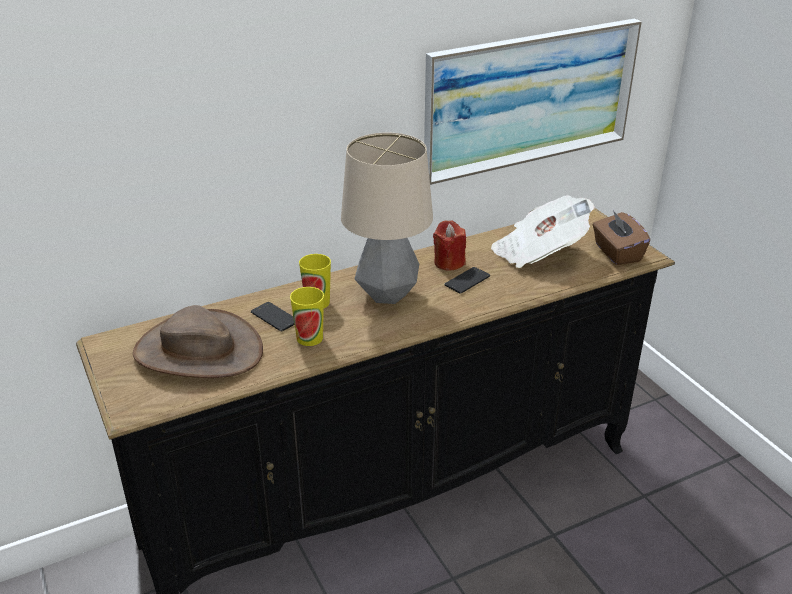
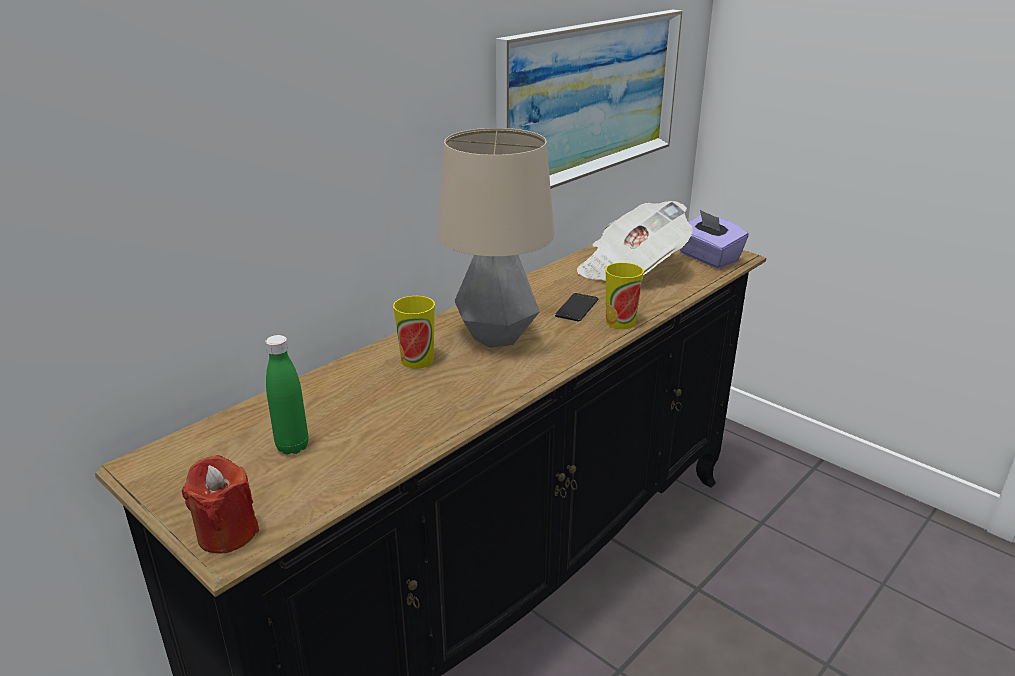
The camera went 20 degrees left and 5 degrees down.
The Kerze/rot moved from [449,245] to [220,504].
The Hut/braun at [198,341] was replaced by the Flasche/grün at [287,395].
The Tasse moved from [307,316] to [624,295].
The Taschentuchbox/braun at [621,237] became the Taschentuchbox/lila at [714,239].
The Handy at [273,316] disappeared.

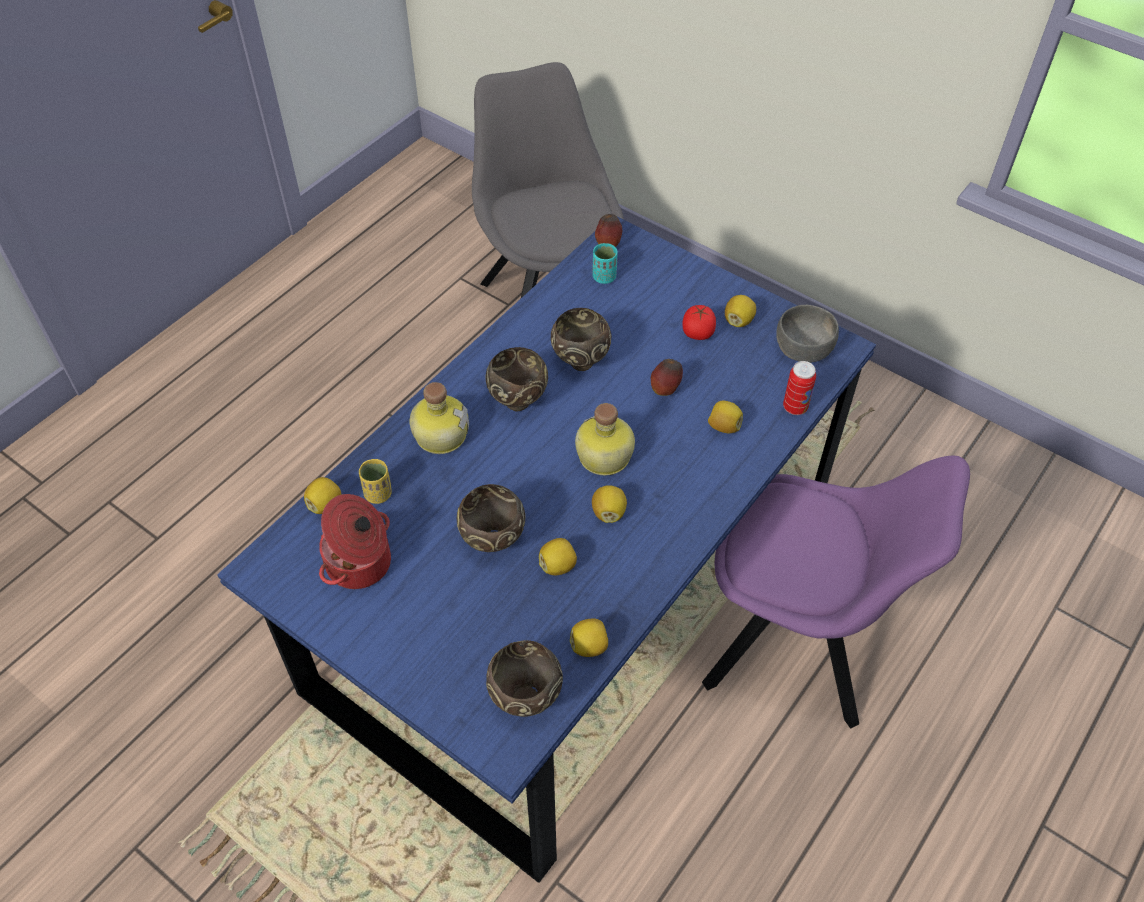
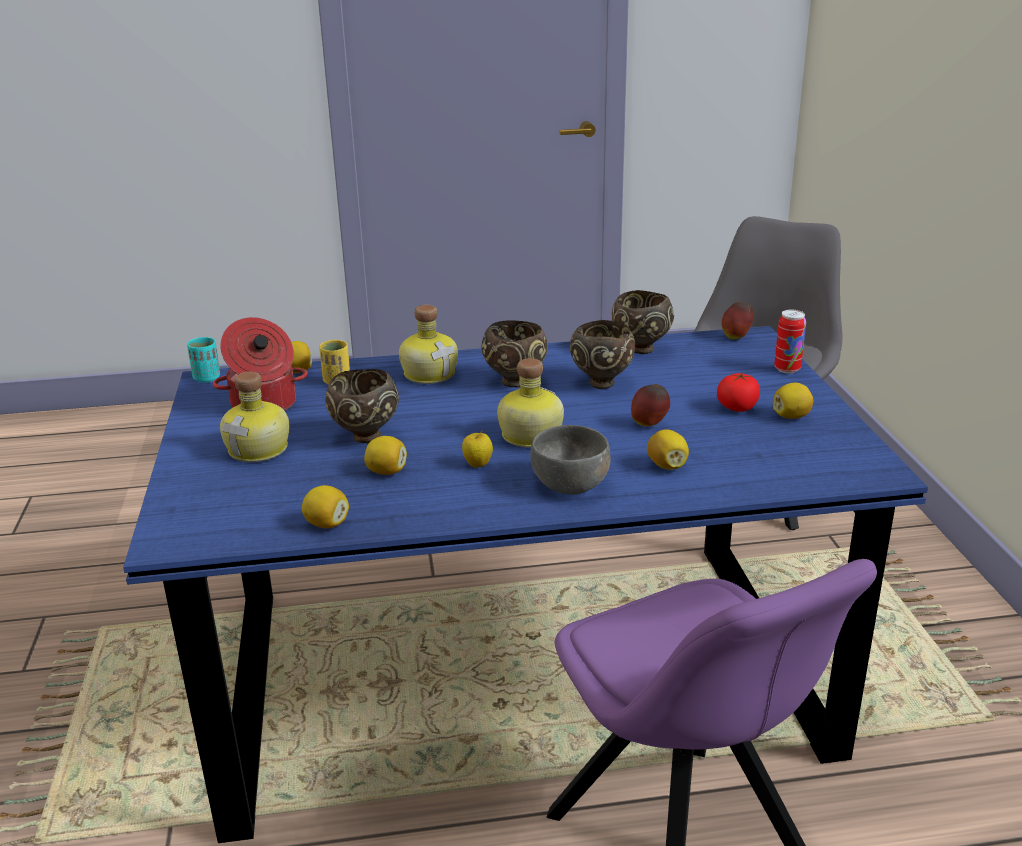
The camera went 45 degrees right and 25 degrees down.
The Tasse/türkis moved from [605,263] to [203,360].
The Flasche at [254,417] appeared.
The Zitrone at [609,504] was replaced by the Apfel at [477,449].
The Schüssel/grau moved from [807,334] to [571,460].
The Schüssel/braun moved from [524,678] to [643,322].
The Dose moved from [799,388] to [790,341].

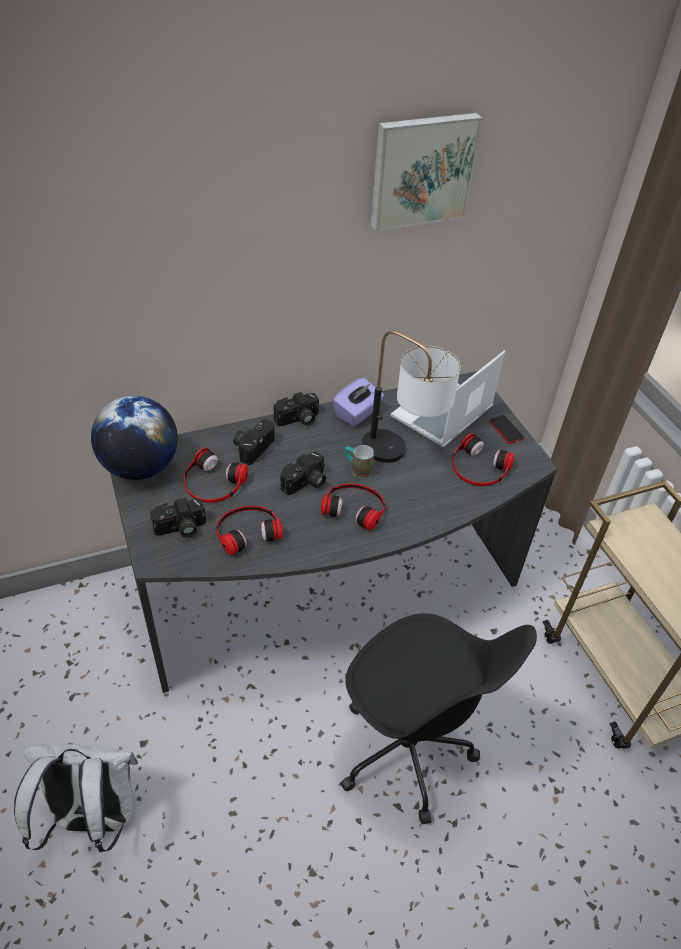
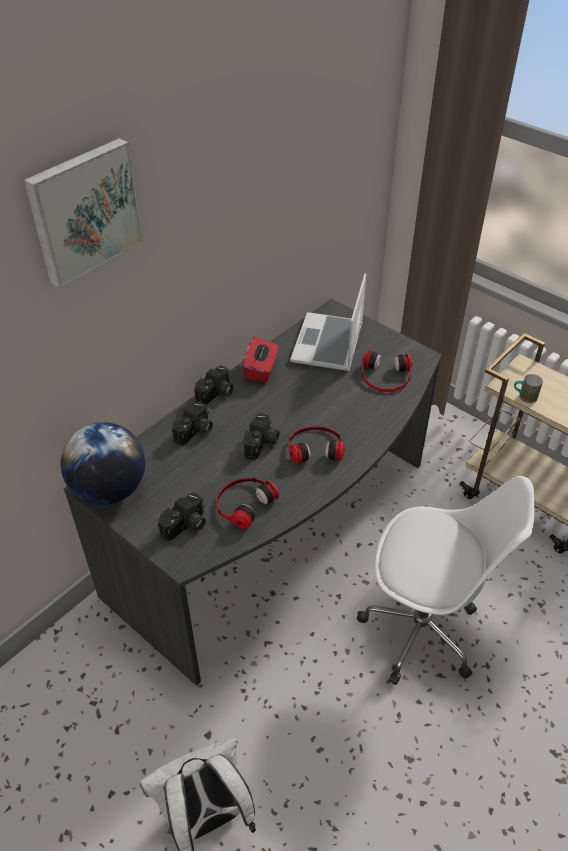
The camera went 25 degrees left and 0 degrees up.
The Bild moved from [426,172] to [83,213].
The Kamera at [254,442] turned 150 degrees counterclockwise.
The Taschentuchbox/lila at [358,402] became the Taschentuchbox/rot at [260,359].
The Bürostuhl/schwarz at [438,718] became the Bürostuhl/weiß at [446,580].
The Henkelbecher moved from [359,461] to [528,388].
The Kopfhörer at [216,475] disappeared.
The Tischlampe at [411,396] disappeared.
The Handy at [506,429] disappeared.

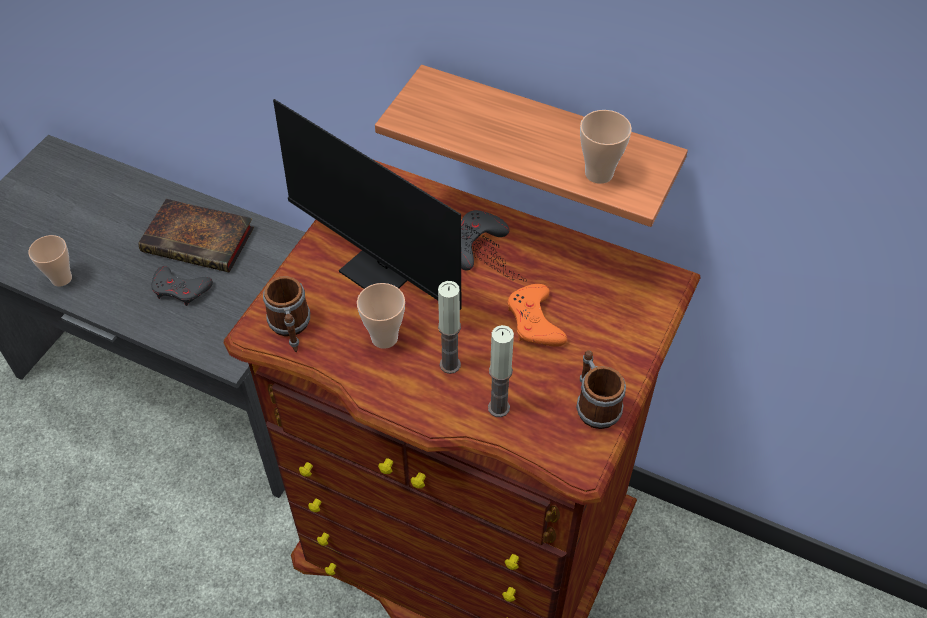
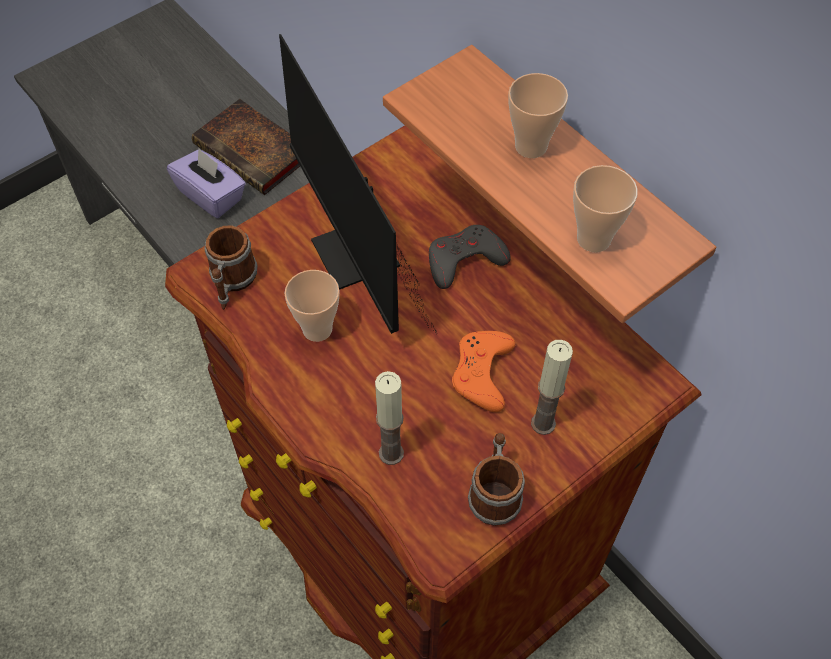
The camera went 25 degrees right and 5 degrees up.
The Gamepad/grau at [182,286] was replaced by the Taschentuchbox/lila at [206,183].
The Tasse moved from [50,261] to [538,115].
The Kerze moved from [449,327] to [552,387].

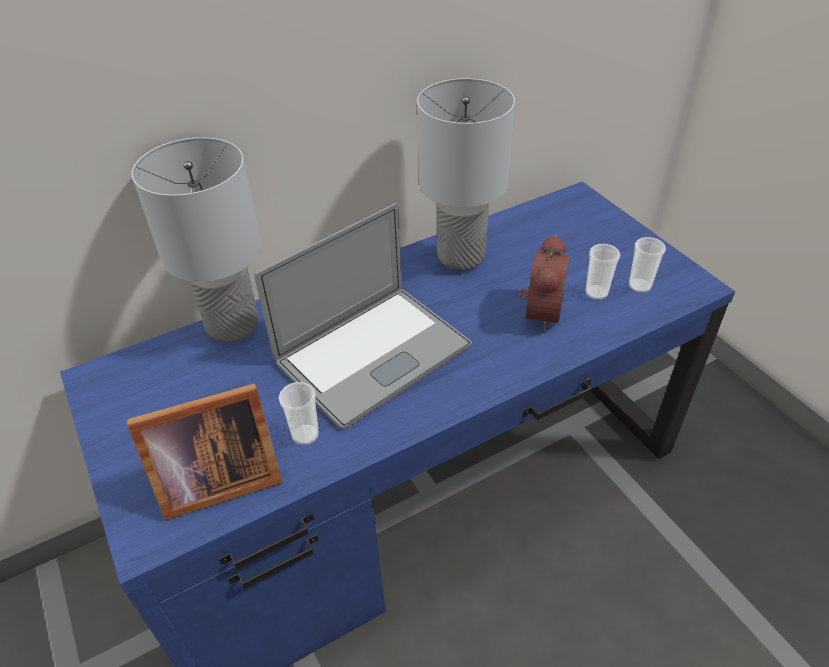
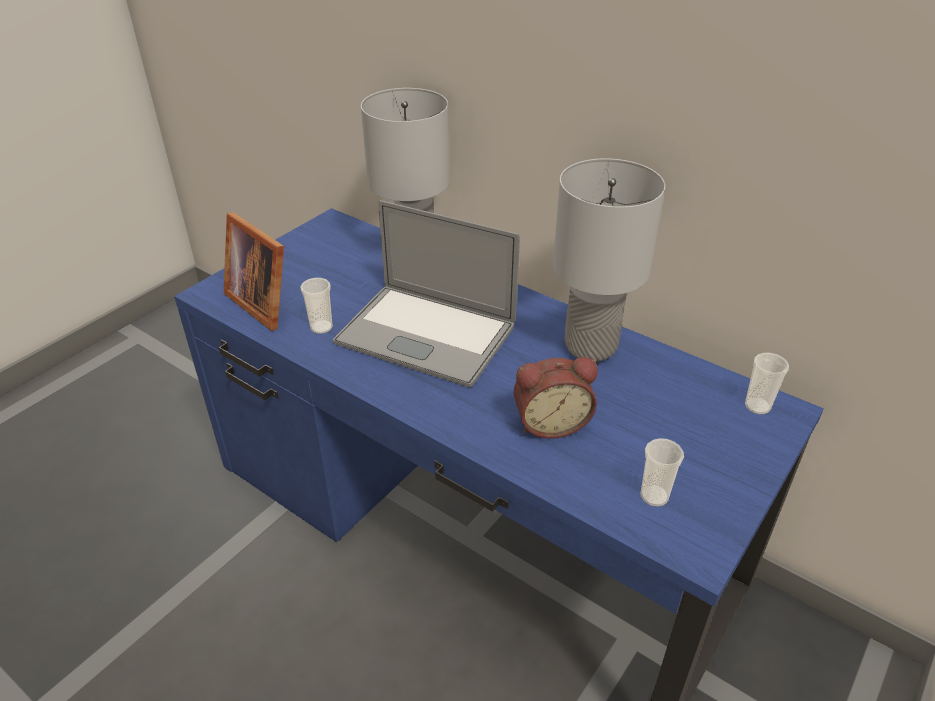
The camera went 65 degrees right and 5 degrees down.
The Tasse moved from [602,272] to [767,384].

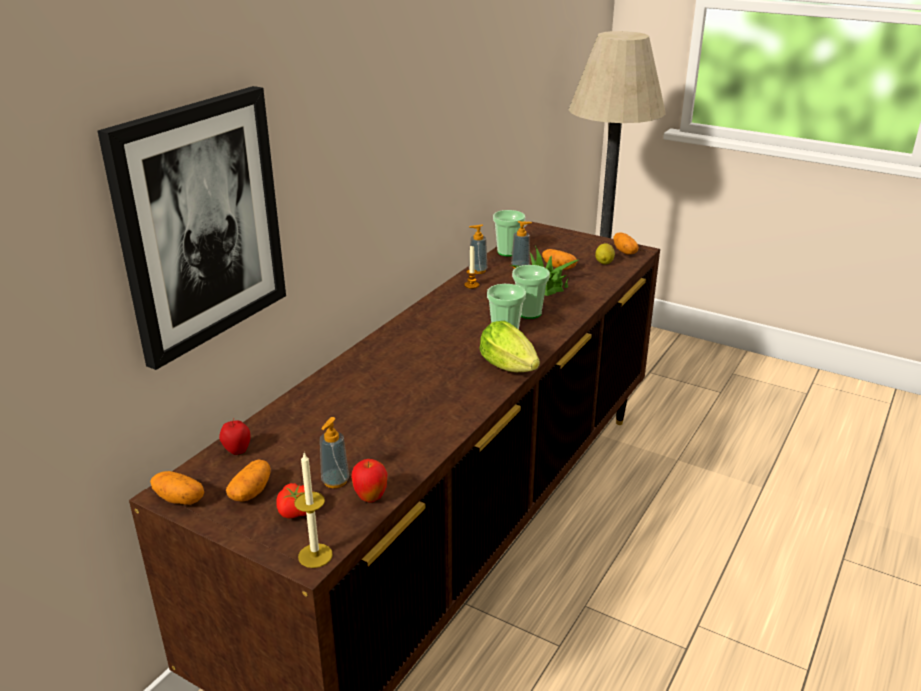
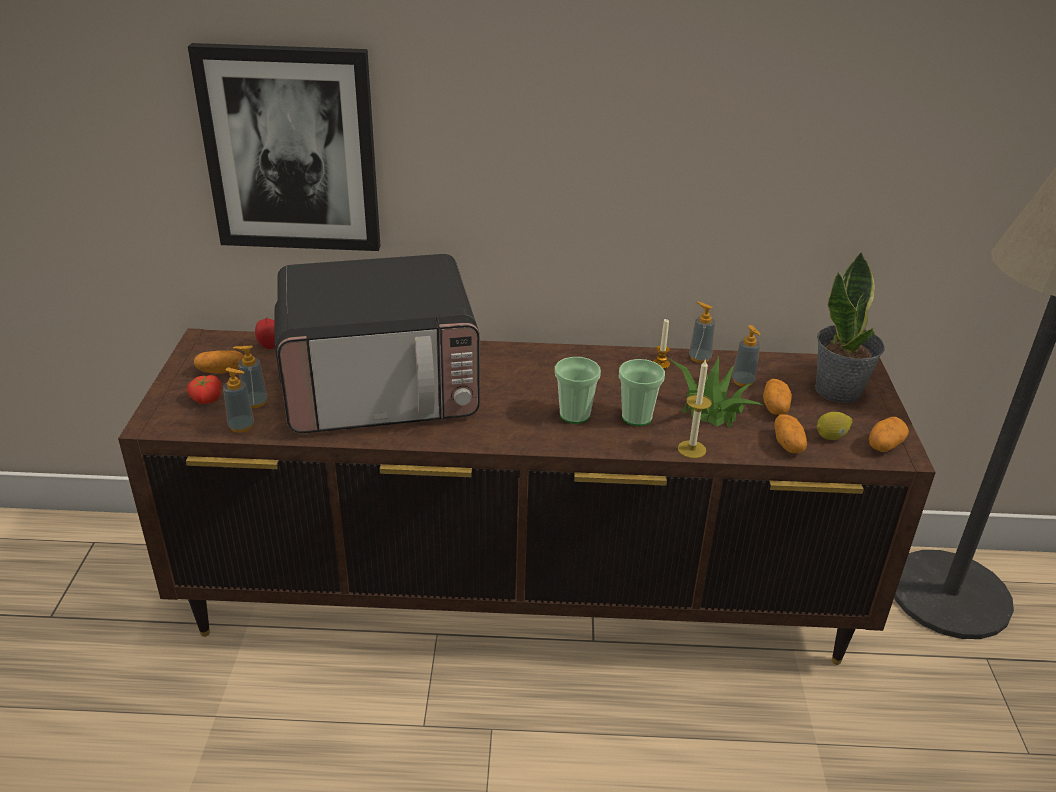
The camera went 60 degrees right and 5 degrees up.
The Apfel at [369,481] was replaced by the Seifenspender at [238,400].
The Mikrowelle at [377,343] appeared.
The Kerze moved from [313,510] to [695,408].
The Kartoffel moved from [177,488] to [790,433].
The Topfpflanze at [850,327] appeared.
The Salatkopf at [510,346] disappeared.
The Tasse at [509,233] disappeared.

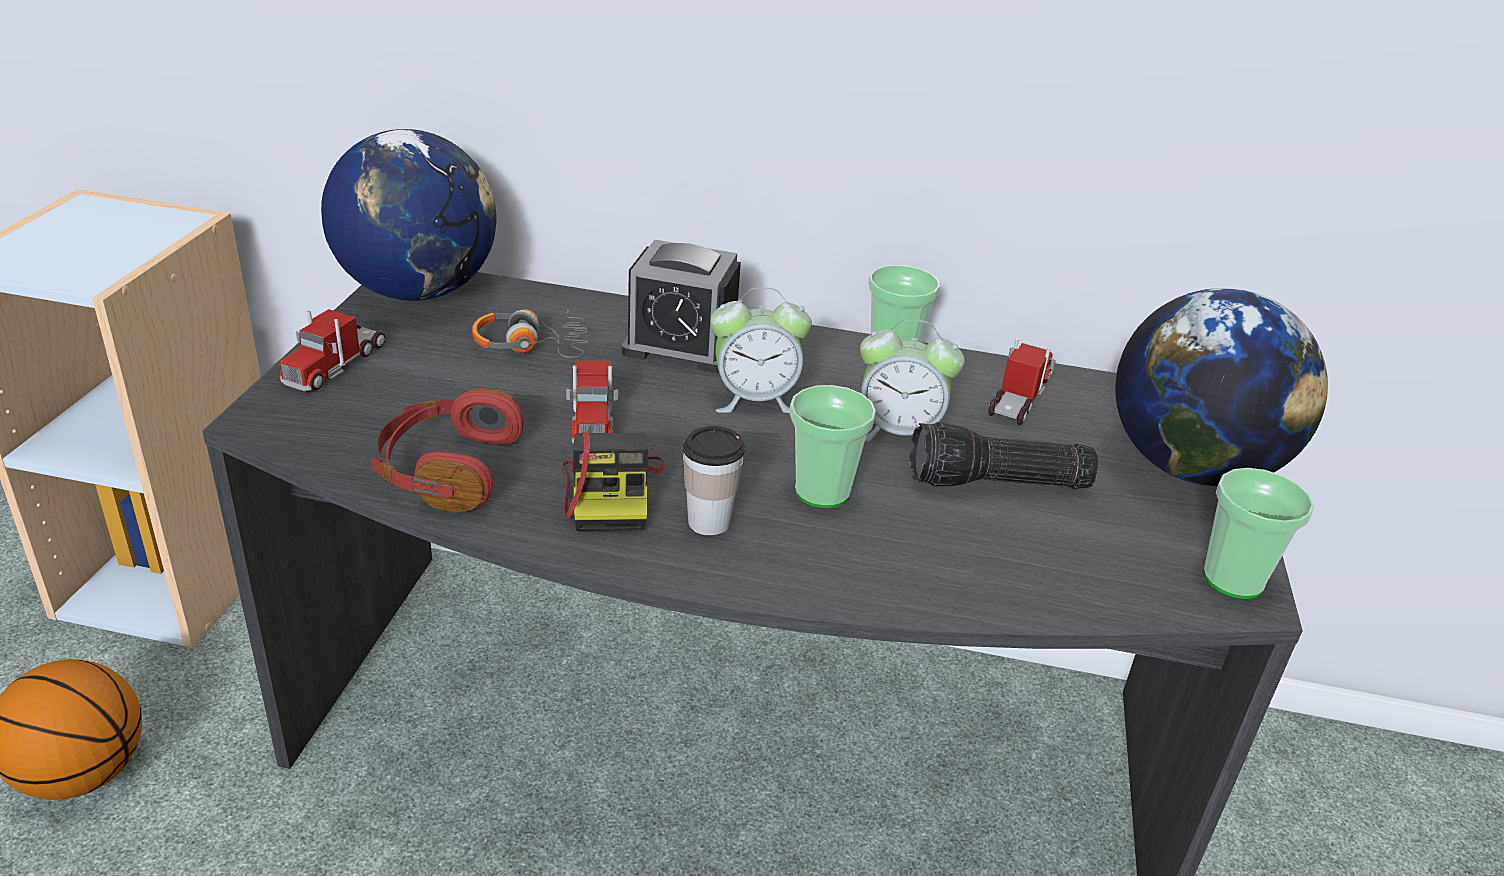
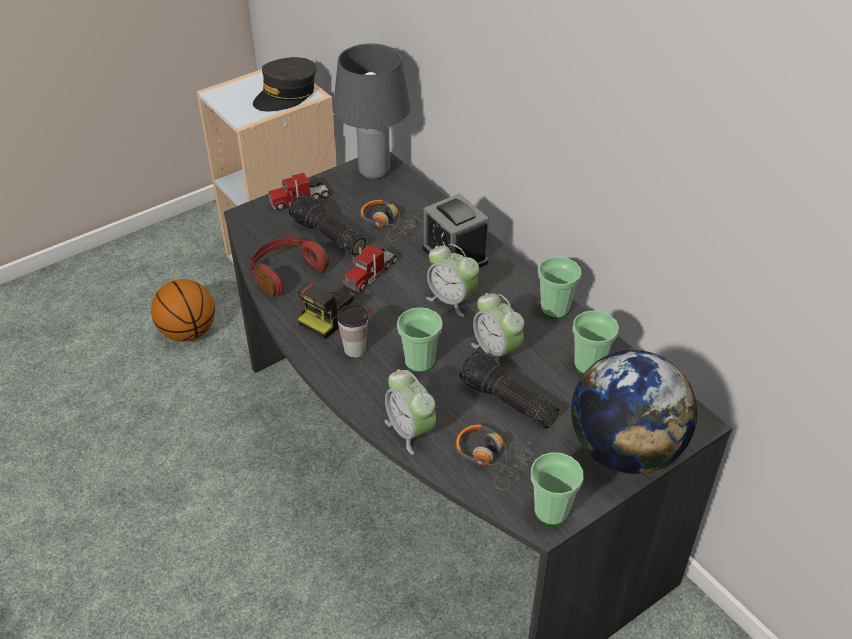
The camera went 45 degrees right and 10 degrees up.
The Kappe/grau at [284,84] appeared.
The Taschenlampe at [327,224] appeared.
The Globus at [408,215] was replaced by the Tischlampe/grau at [371,111].
The Wecker at [410,412] appeared.
The Kopfhörer at [494,457] appeared.
The Spielzeuglaster at [1022,381] was replaced by the Tasse at [595,342].

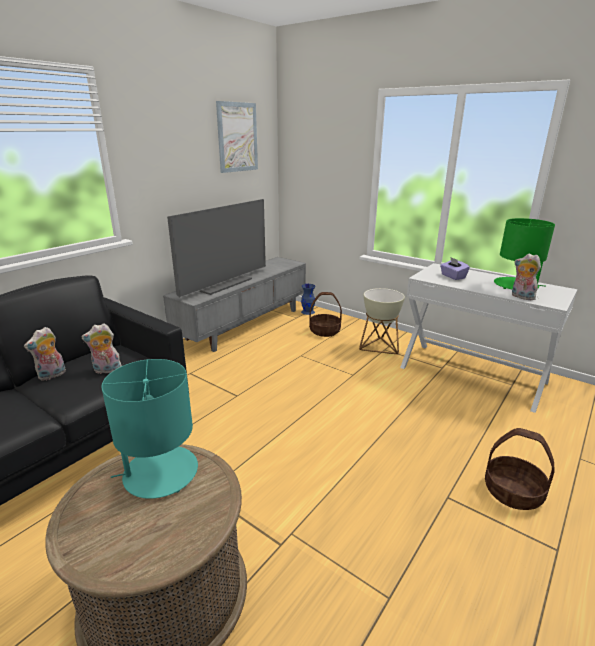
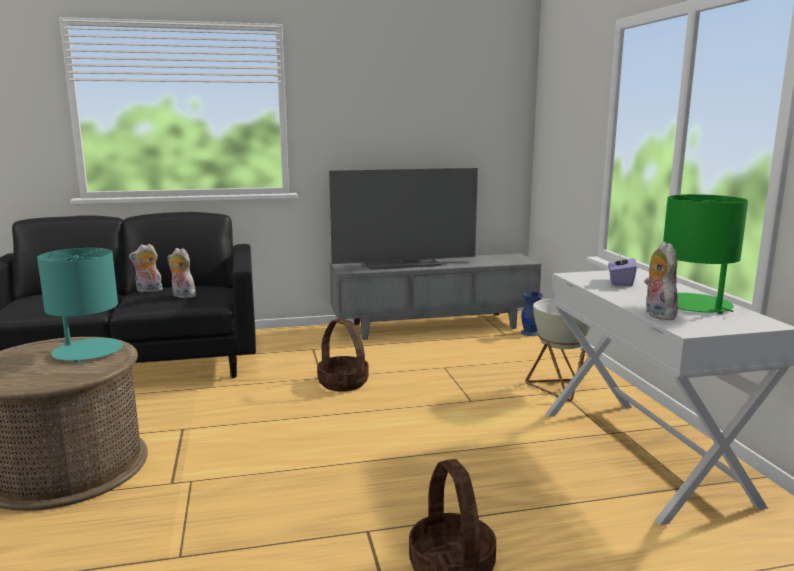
The camera went 40 degrees right and 10 degrees down.
The Korb moved from [325,314] to [343,355].
The Bild at [237,137] disappeared.

